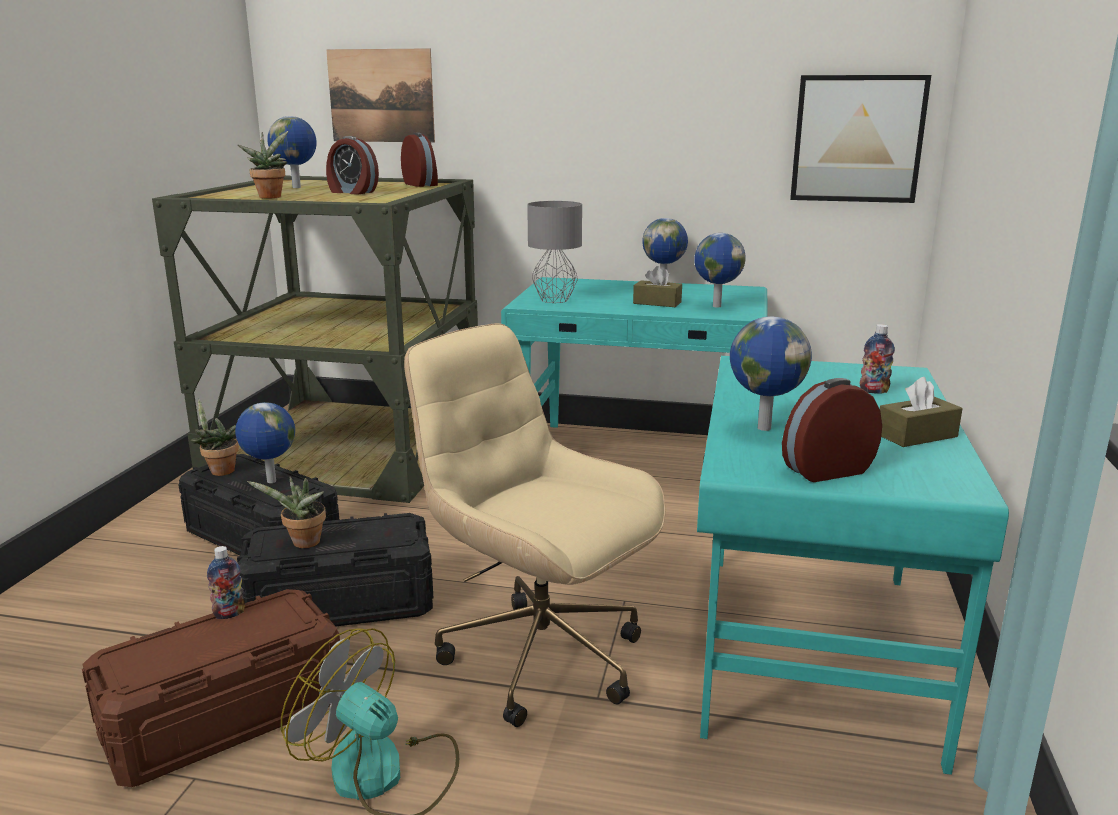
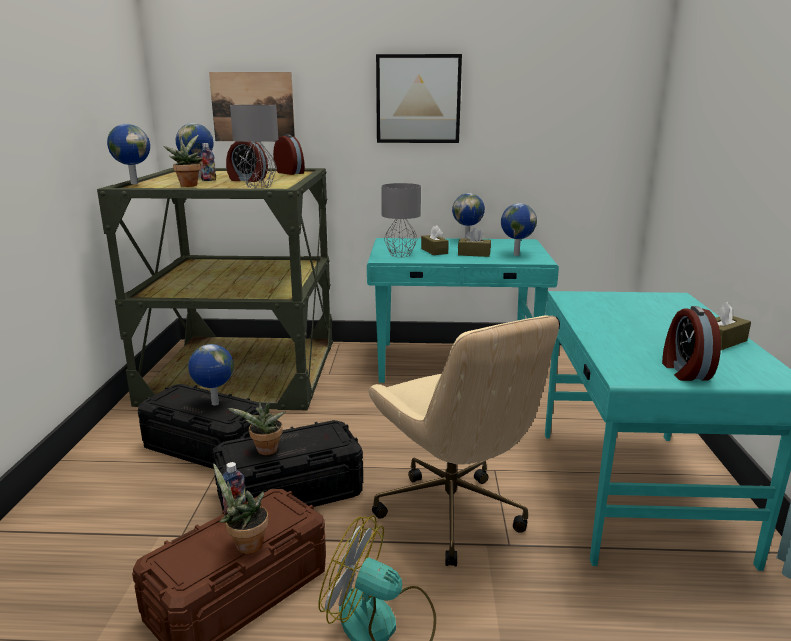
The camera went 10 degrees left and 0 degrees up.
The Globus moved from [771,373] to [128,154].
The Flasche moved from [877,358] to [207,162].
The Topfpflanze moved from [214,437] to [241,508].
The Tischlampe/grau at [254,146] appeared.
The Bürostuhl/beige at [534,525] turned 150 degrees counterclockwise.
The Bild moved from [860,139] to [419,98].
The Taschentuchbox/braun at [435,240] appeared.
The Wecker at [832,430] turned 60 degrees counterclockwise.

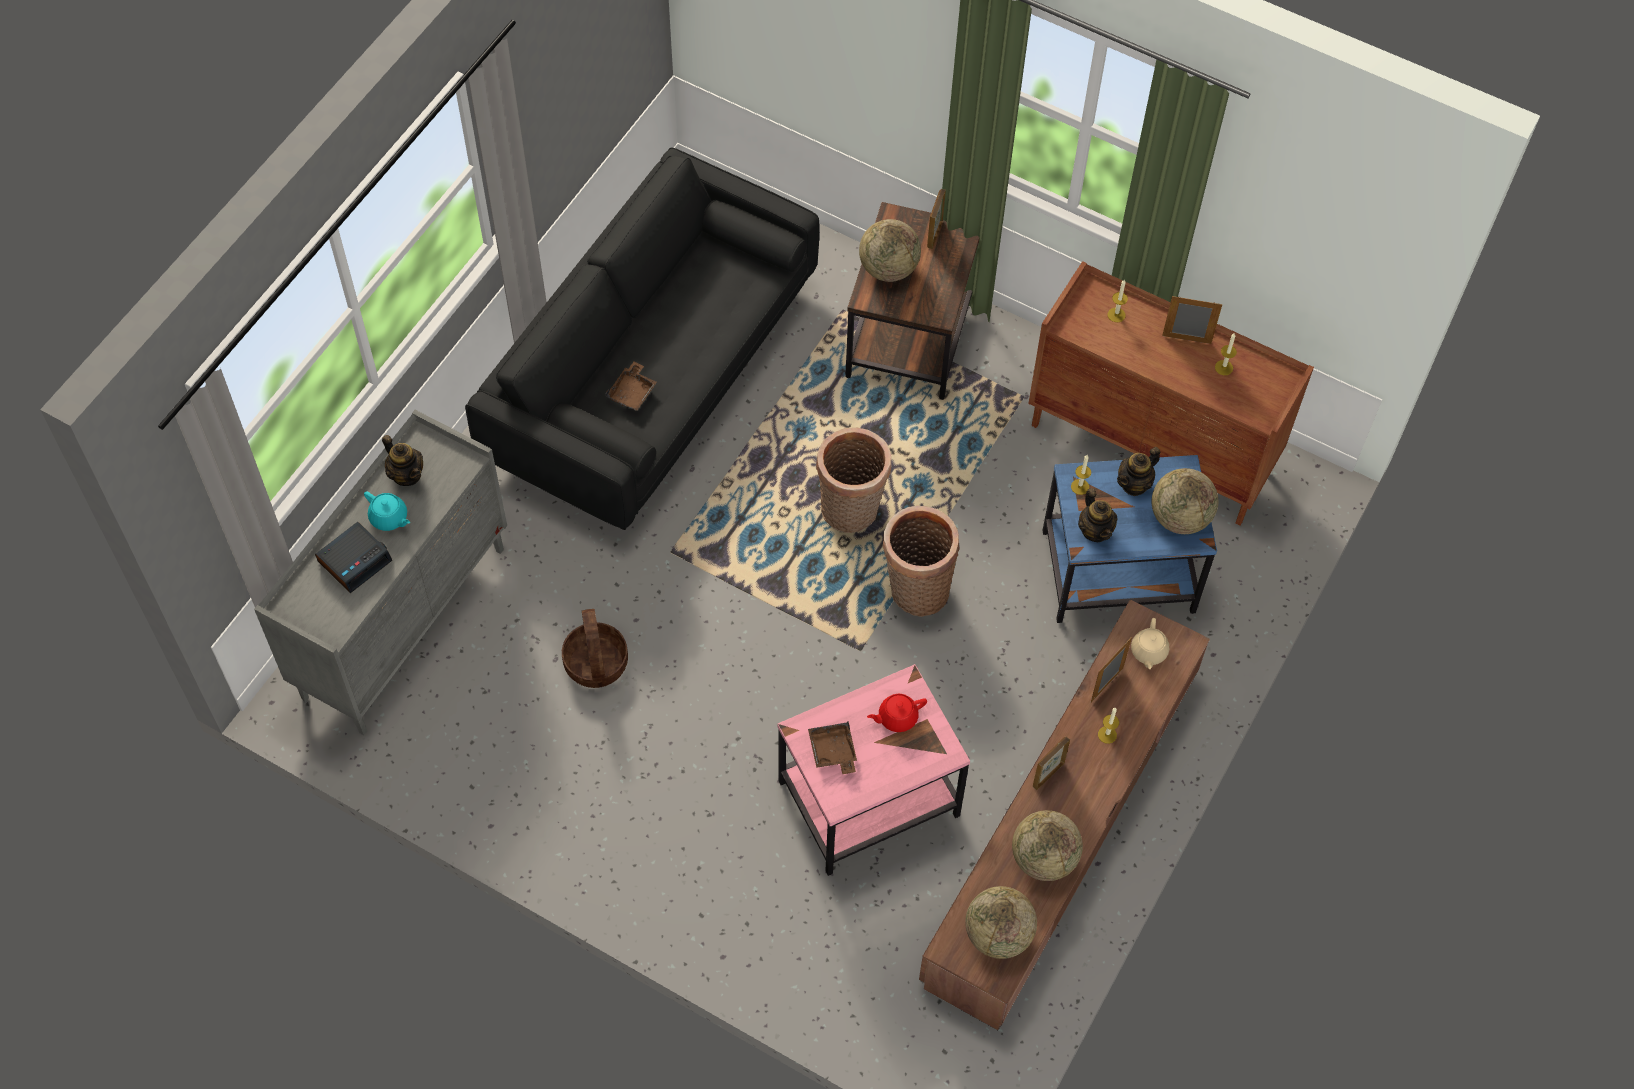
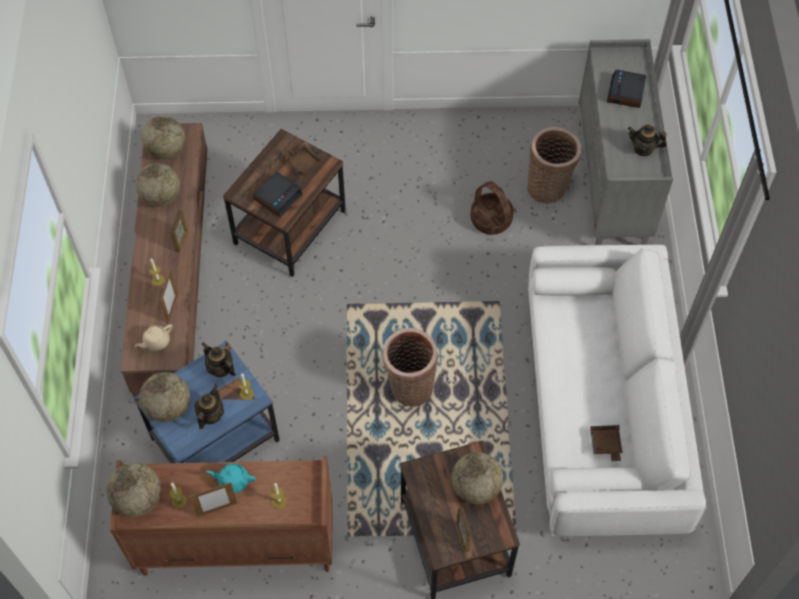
The camera went 150 degrees right and 0 degrees up.
The Globus at [134,490] appeared.
The Teekanne/beige at [1150,643] turned 105 degrees counterclockwise.
The Teekanne/türkis moved from [387,511] to [230,478].
The Beistelltisch/rosa at [873,770] became the Beistelltisch/braun at [284,203].
The Teekanne/rot at [897,713] was replaced by the Wecker at [278,194].
The Korb moved from [921,561] to [554,165].
The Sofa/schwarz at [642,339] became the Sofa/weiß at [617,390].
The Tablett/braun moved from [631,386] to [606,442].

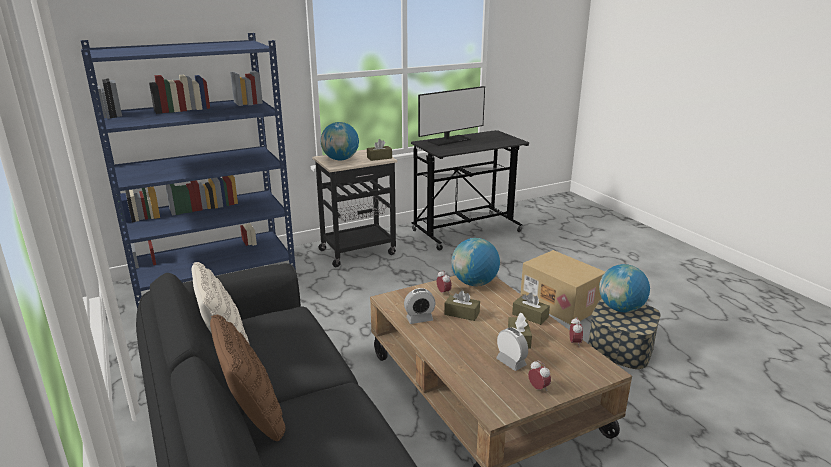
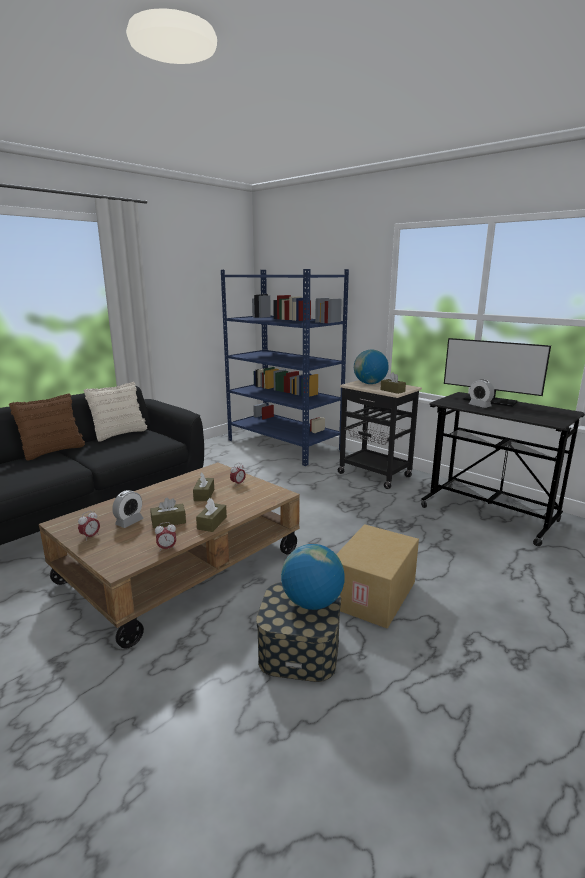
The camera went 70 degrees right and 5 degrees down.
The Wecker moved from [420,306] to [481,393].
The Globus at [475,262] disappeared.

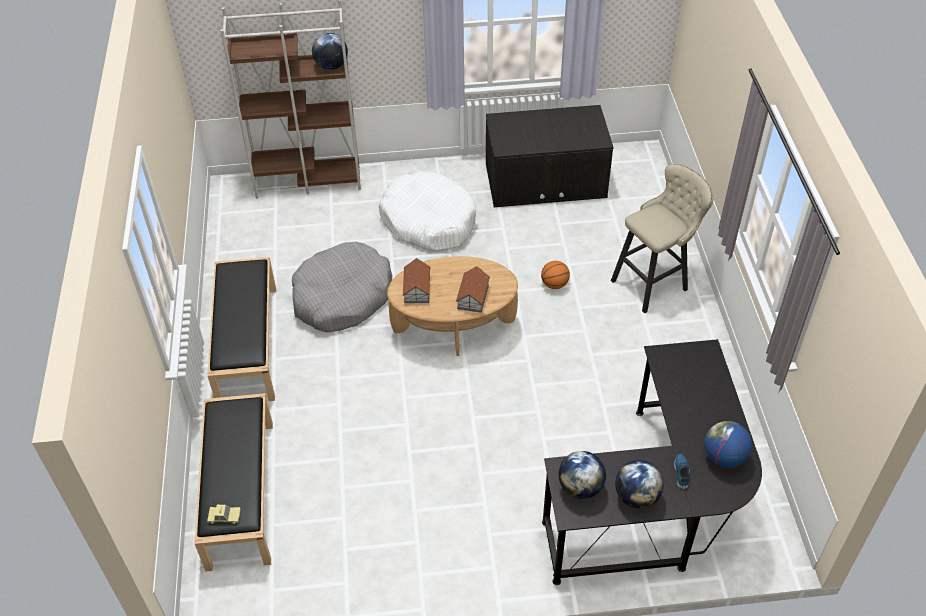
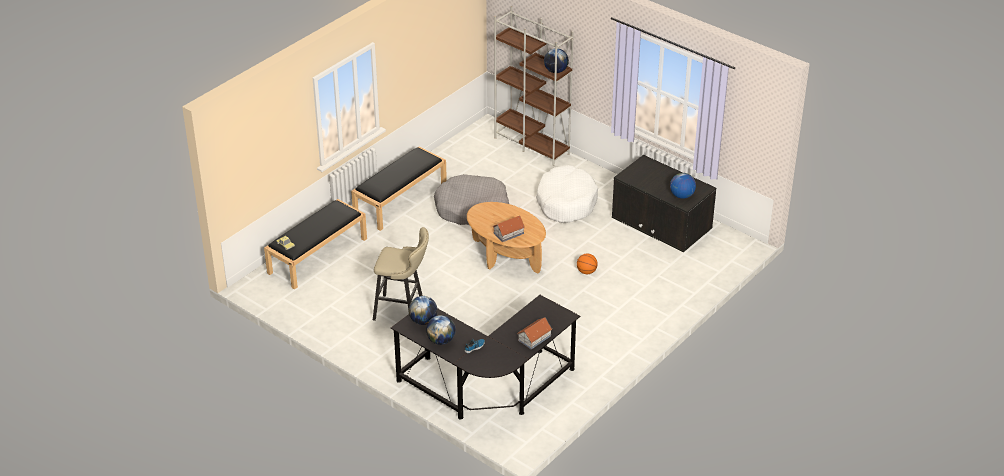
The camera went 45 degrees right and 10 degrees down.
The Hocker/beige moved from [662,238] to [401,274].
The Spielzeughaus moved from [416,280] to [534,333].
The Globus moved from [728,444] to [683,186].

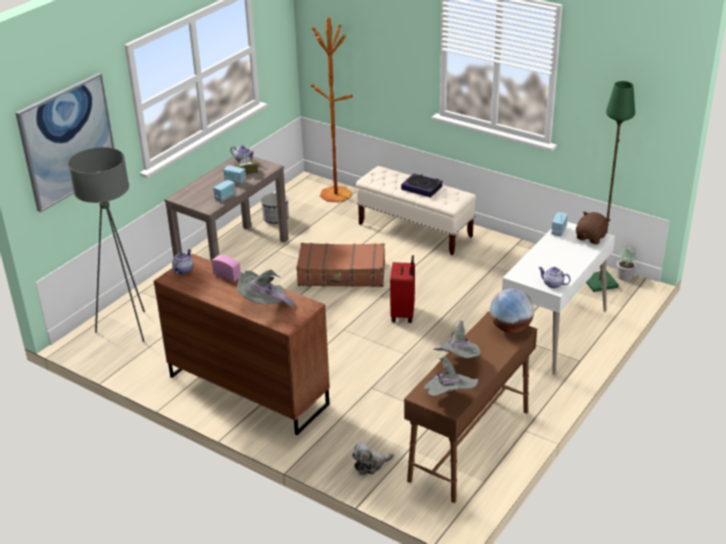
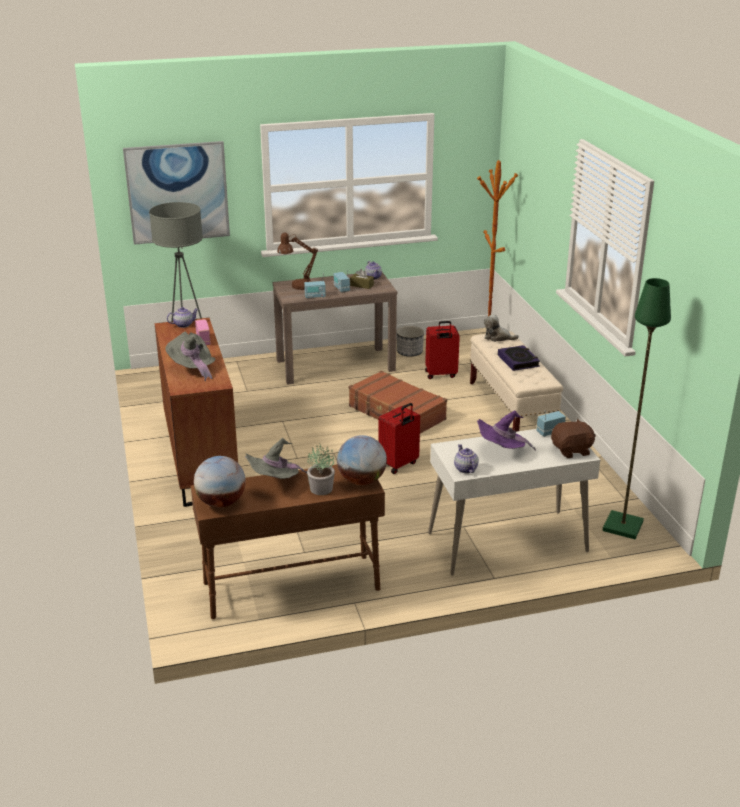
The camera went 40 degrees right and 5 degrees down.
The Hut/grau at [451,376] was replaced by the Globus at [220,481].
The Tischlampe/braun at [297,261] appeared.
The Topfpflanze moved from [627,263] to [321,469].
The Koffer/rot at [442,350] appeared.
The Hut/lila at [506,430] appeared.
The Plüschtier moved from [373,458] to [501,328].

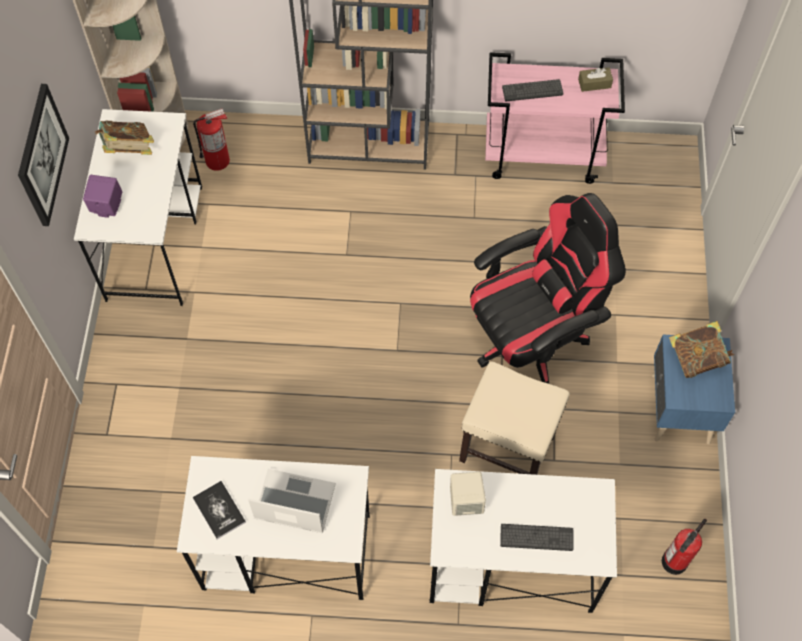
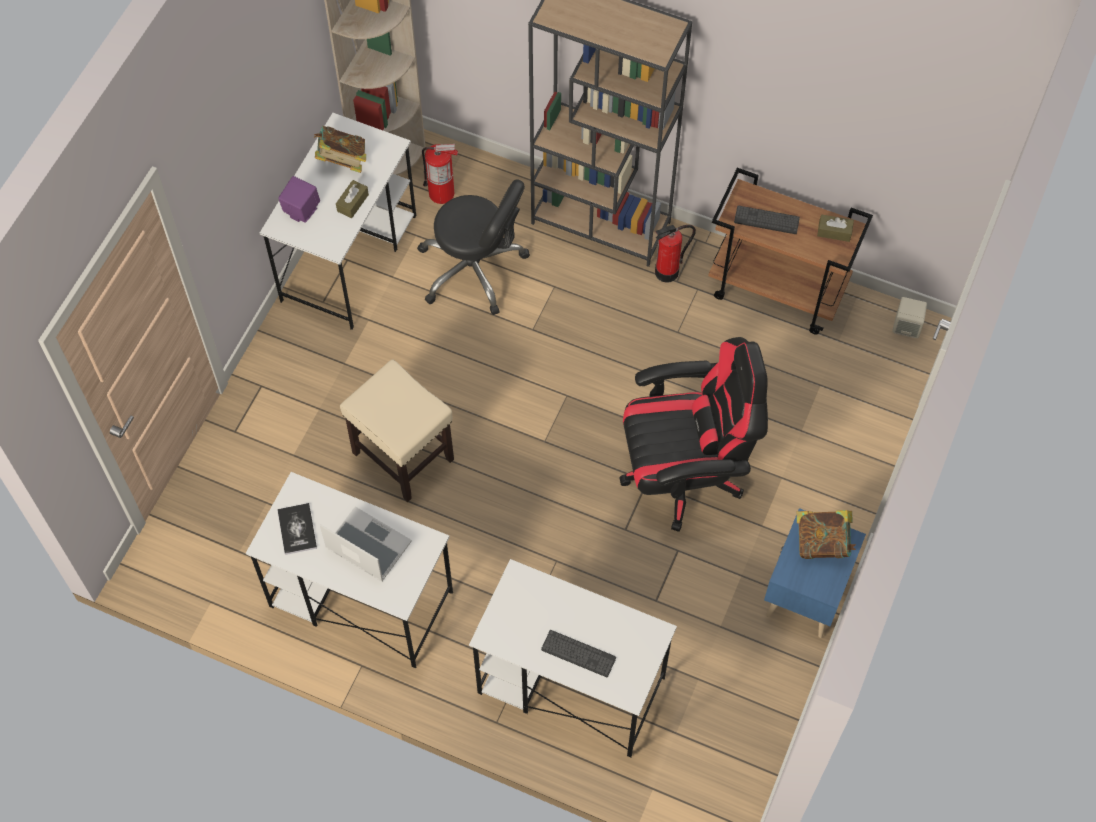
The camera went 20 degrees right and 0 degrees up.
The Taschentuchbox/braun at [352,199] appeared.
The Hocker/beige moved from [514,418] to [397,430].
The Bürostuhl/schwarz at [473,247] appeared.
The Feuerlöscher moved from [684,547] to [675,254].
The Rollwagen/rosa at [555,118] became the Rollwagen/braun at [790,251].
The Lautsprecher/beige moved from [468,494] to [909,317].
The Bild at [43,155] disappeared.

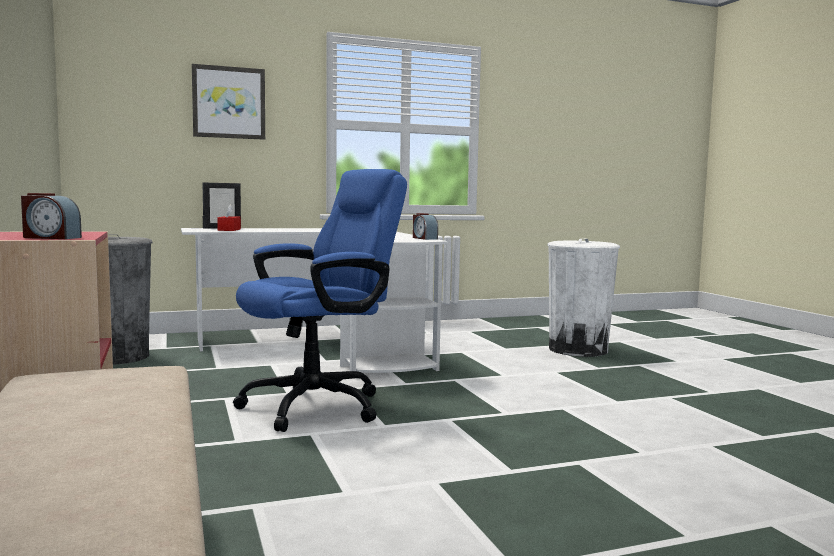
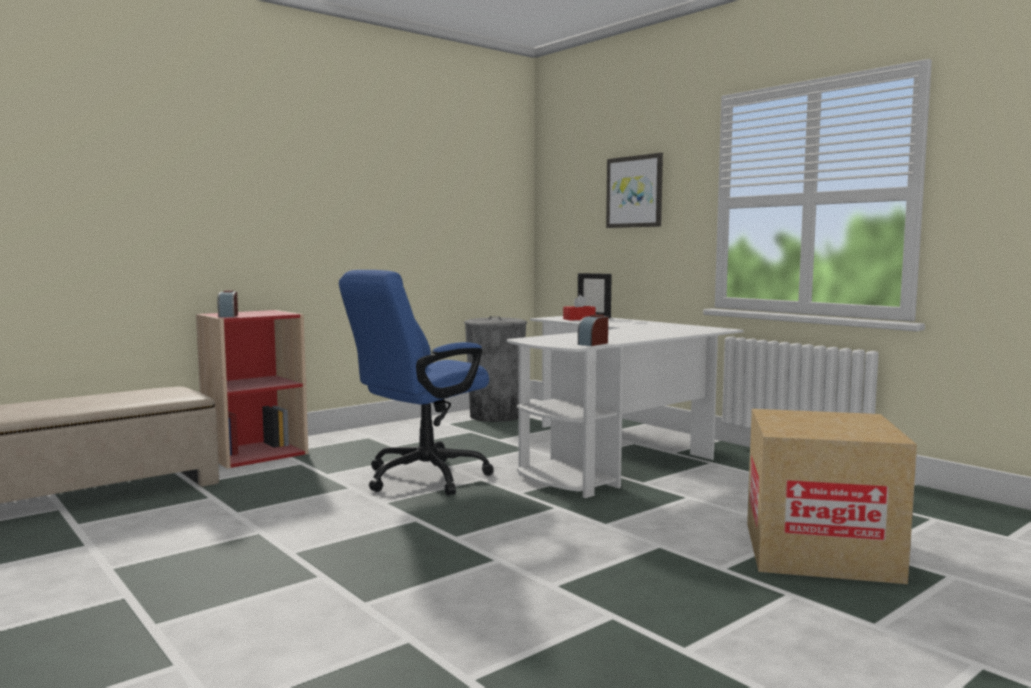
The camera went 70 degrees right and 0 degrees up.
The Bürostuhl/blau at [320,300] turned 105 degrees clockwise.
The Mülleimer/weiß at [583,298] was replaced by the Karton at [832,496].

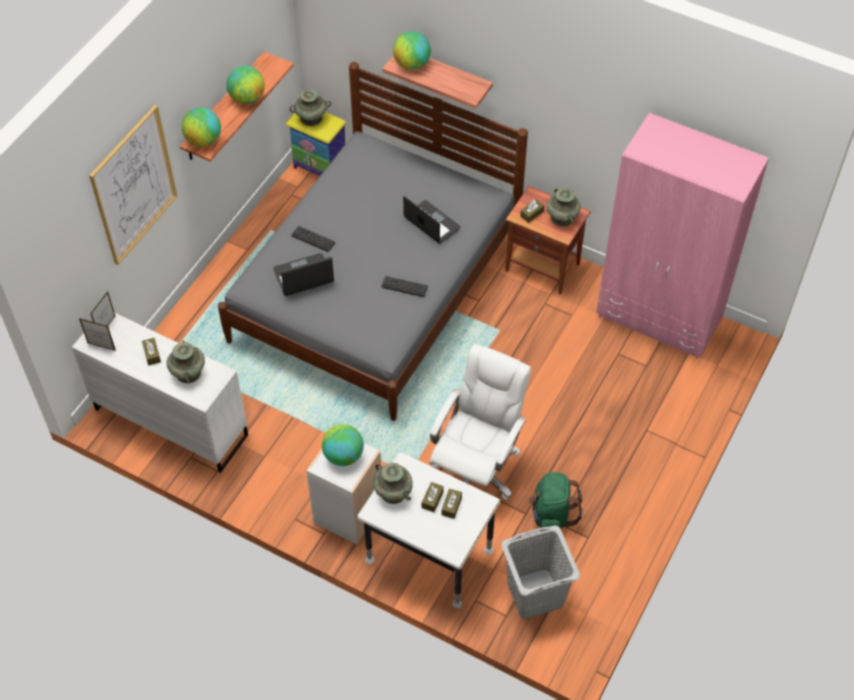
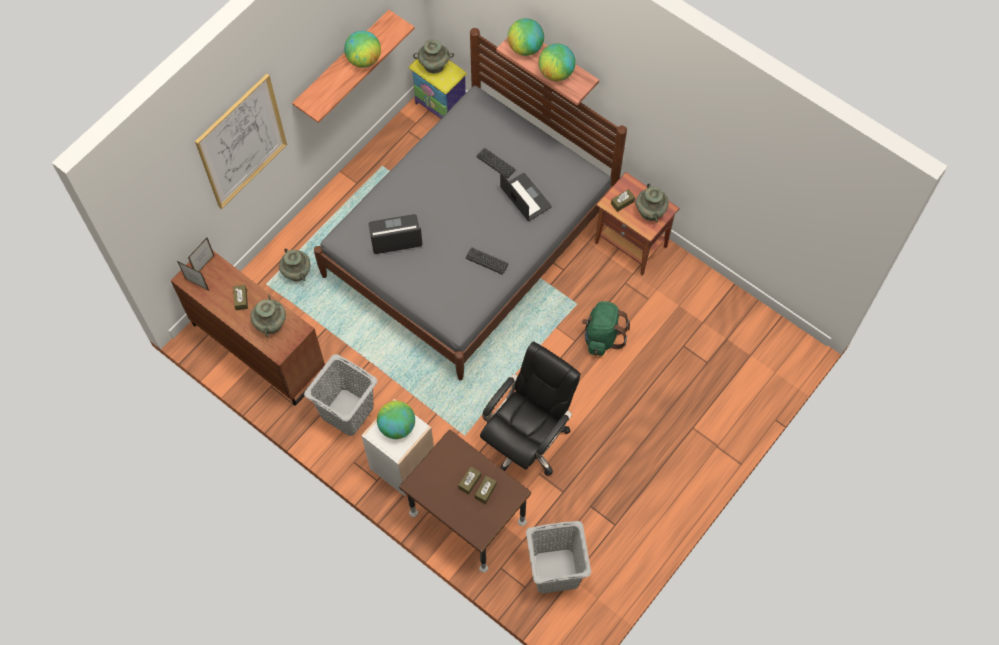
The camera went 10 degrees right and 10 degrees up.
The Kommode/weiß at [160,393] became the Kommode/braun at [248,328].
The Vase/türkis moved from [393,483] to [294,264].
The Wäschekorb/grau at [340,395] appeared.
The Schreibtisch/weiß at [428,530] became the Schreibtisch/braun at [465,501].
The Tastatur moved from [313,239] to [496,163].
The Bürostuhl/weiß at [480,422] became the Bürostuhl/schwarz at [530,409].
The Globus moved from [201,127] to [557,62].
The Rucksack/grün moved from [555,500] to [606,328].
The Kleiderschrank/rosa at [682,236] disappeared.

